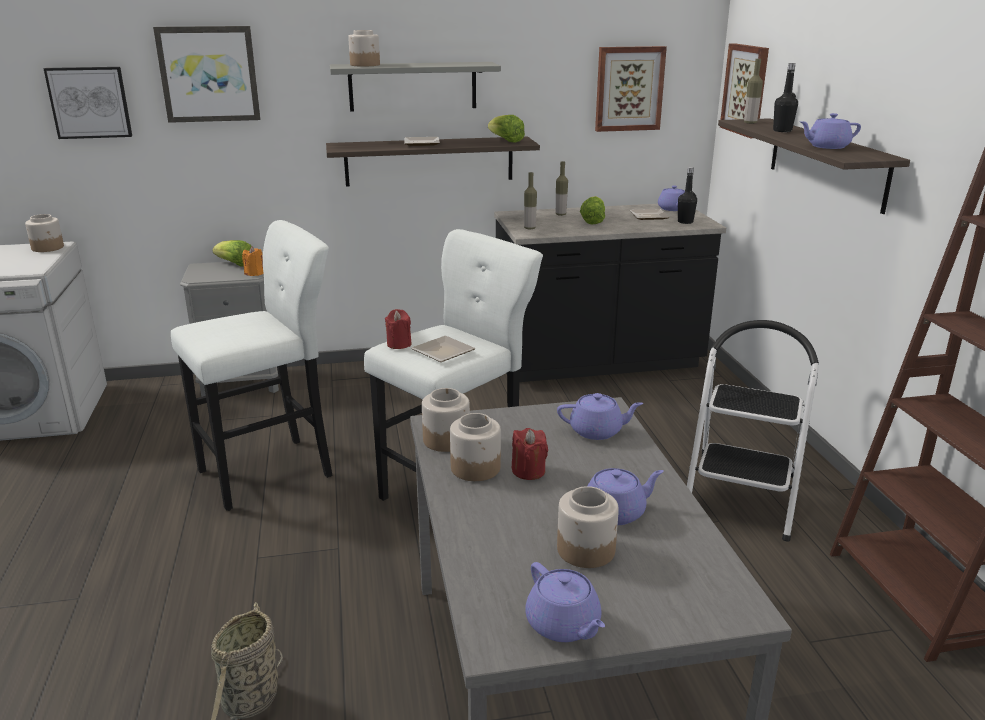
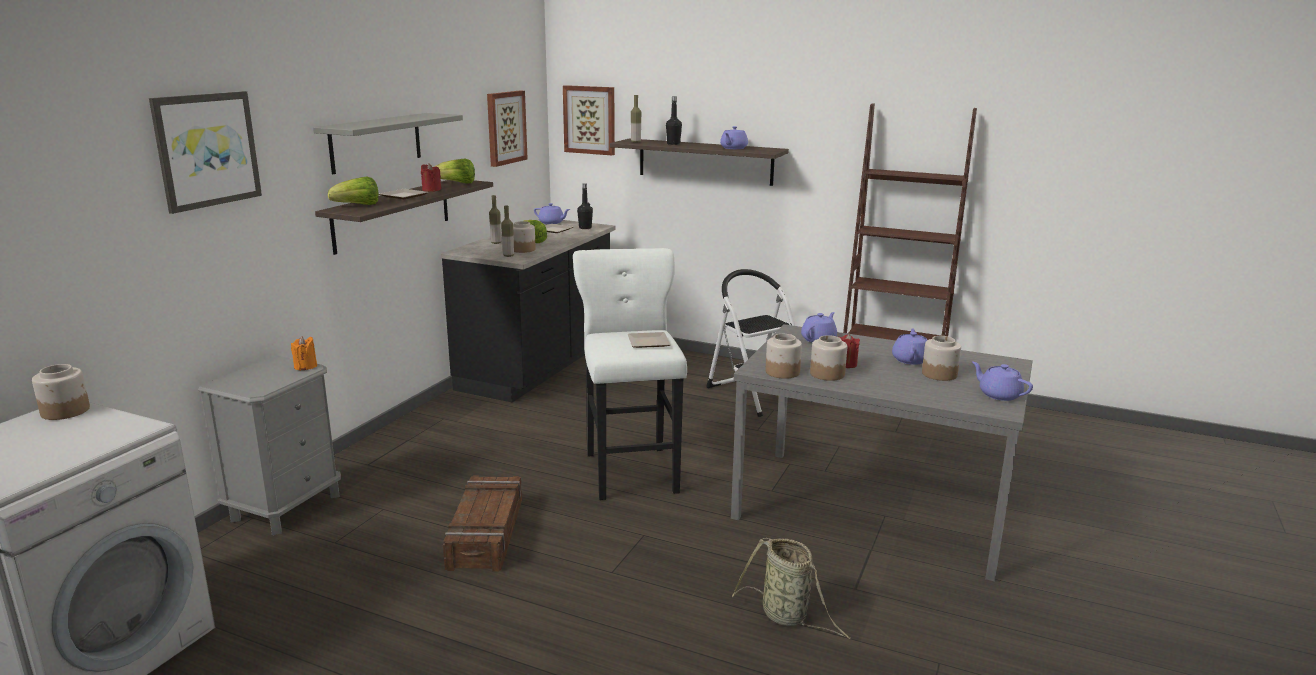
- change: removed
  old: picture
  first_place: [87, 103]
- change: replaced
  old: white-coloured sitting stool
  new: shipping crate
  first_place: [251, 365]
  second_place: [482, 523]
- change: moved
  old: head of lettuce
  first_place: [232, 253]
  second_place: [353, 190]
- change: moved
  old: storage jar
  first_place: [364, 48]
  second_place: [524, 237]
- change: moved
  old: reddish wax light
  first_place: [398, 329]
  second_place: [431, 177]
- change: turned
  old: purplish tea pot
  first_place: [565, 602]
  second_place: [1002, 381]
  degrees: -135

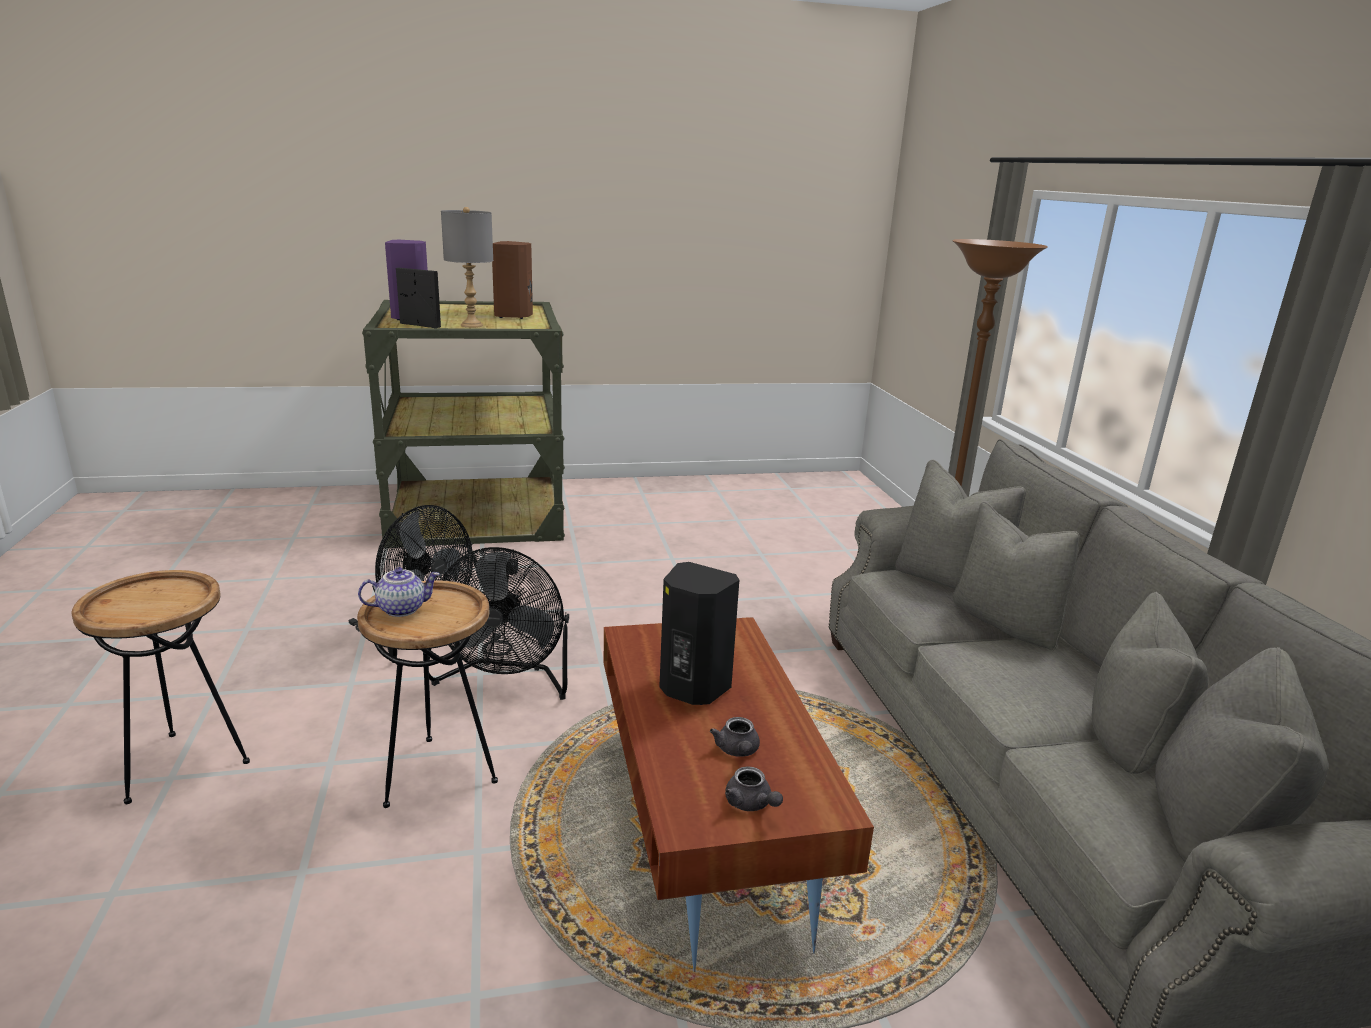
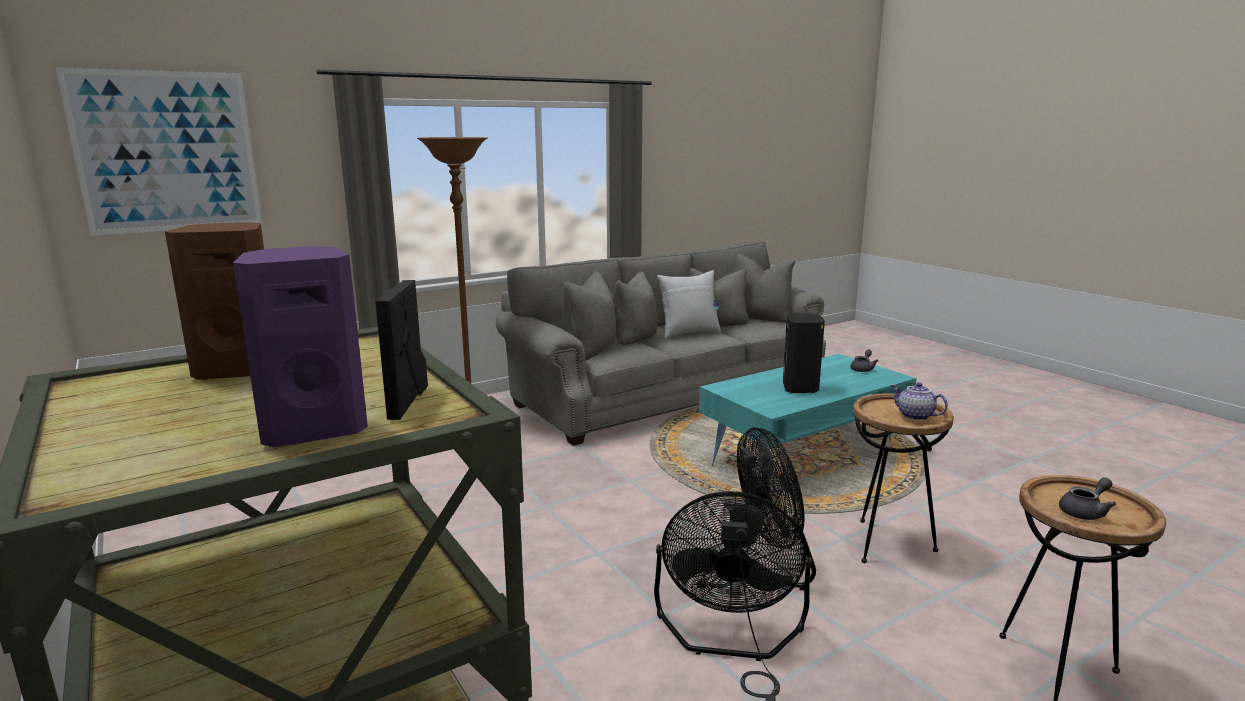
- change: removed
  old: gray lamp for a table
  first_place: [467, 267]
- change: recoloured
  old: brown lounge table
  new: blue-green lounge table
  first_place: [739, 794]
  second_place: [808, 414]
- change: moved
  old: gray tea pot
  first_place: [735, 737]
  second_place: [1087, 499]
- change: added
  new: picture
  second_place: [159, 152]
- change: added
  new: gray pillow
  second_place: [689, 304]

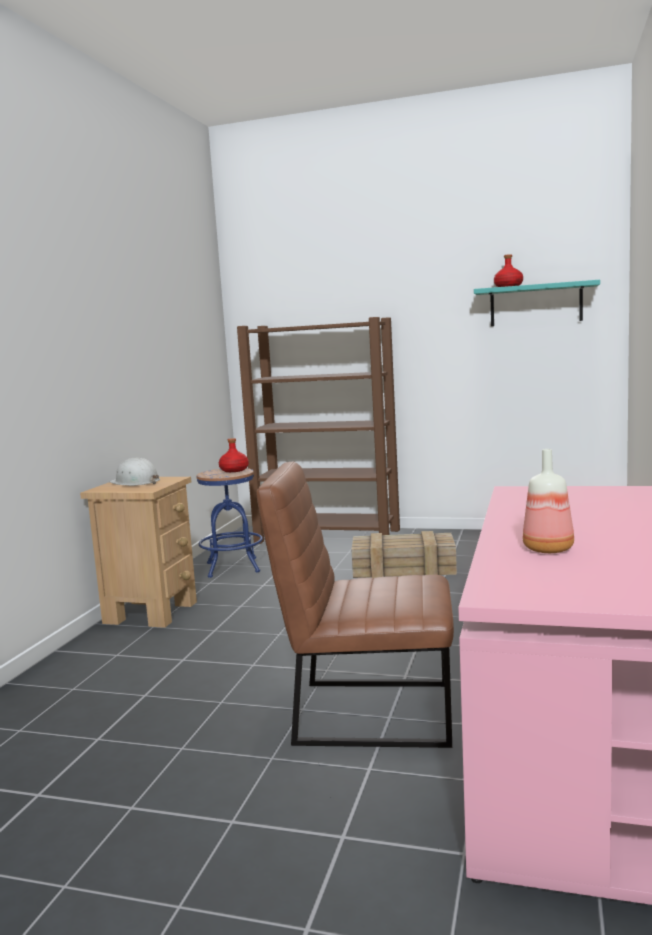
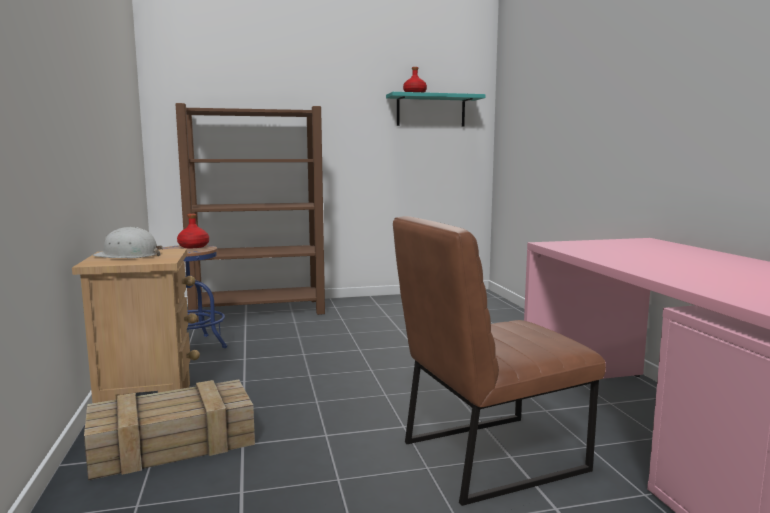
- change: moved
  old: shipping crate
  first_place: [404, 554]
  second_place: [169, 430]
- change: removed
  old: beverage bottle
  first_place: [548, 501]

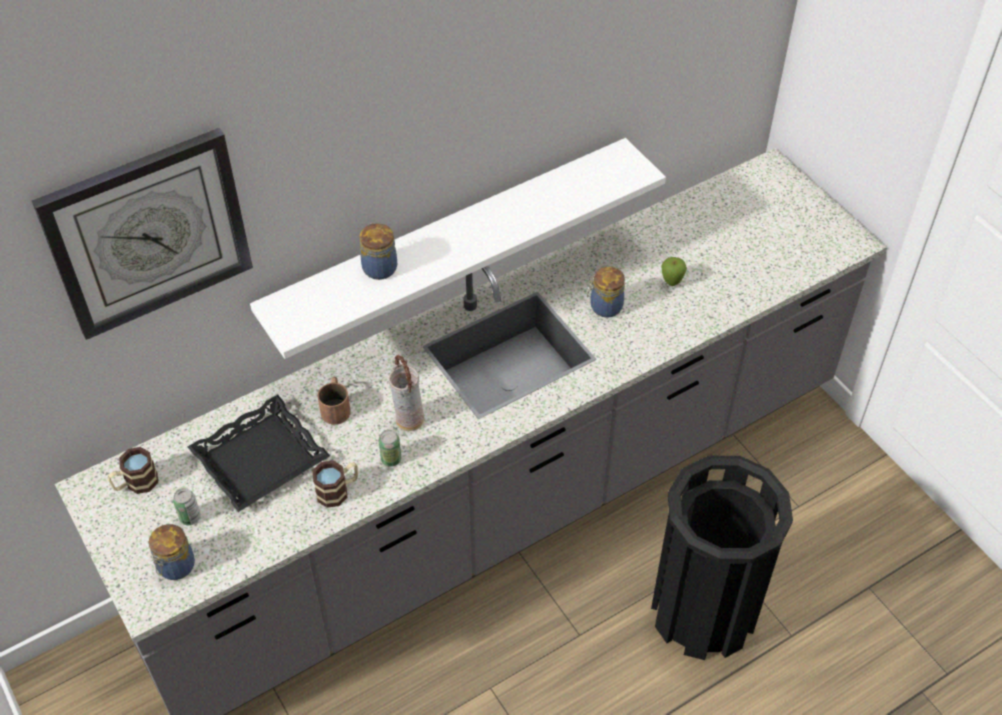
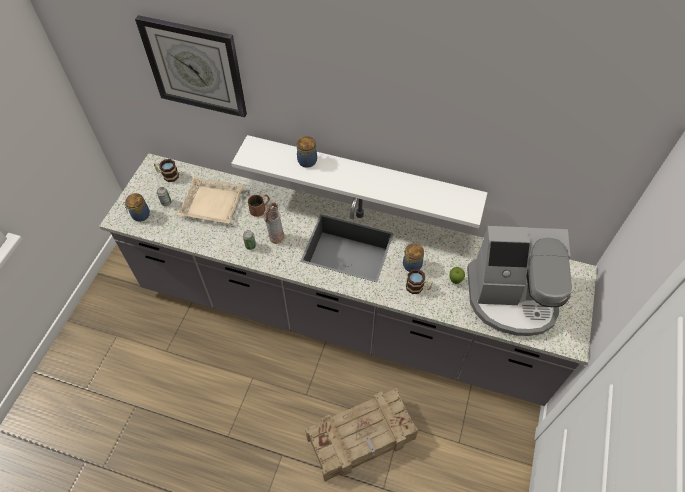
- change: recoloured
  old: black-coloured carrying tray
  new: beige carrying tray
  first_place: [259, 453]
  second_place: [210, 200]
- change: moved
  old: mug
  first_place: [335, 484]
  second_place: [419, 281]
- change: replaced
  old: black-coloured rubbish bin
  new: shipping crate
  first_place: [722, 558]
  second_place: [361, 435]
- change: added
  new: coffee machine
  second_place: [519, 281]

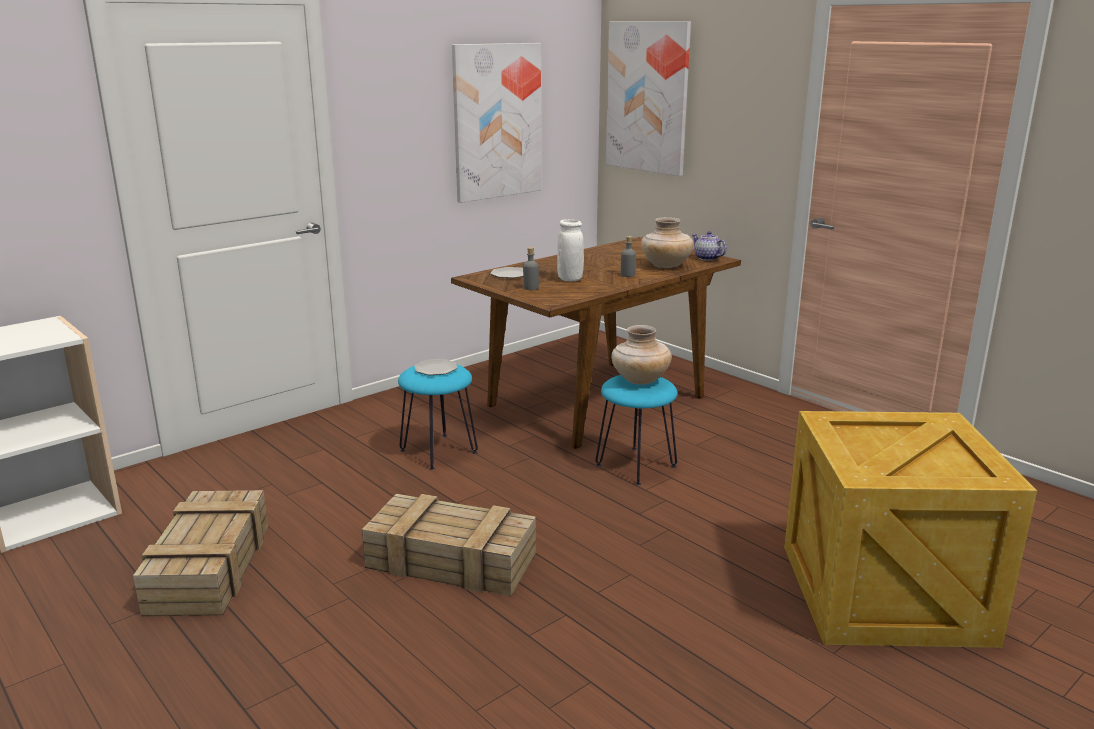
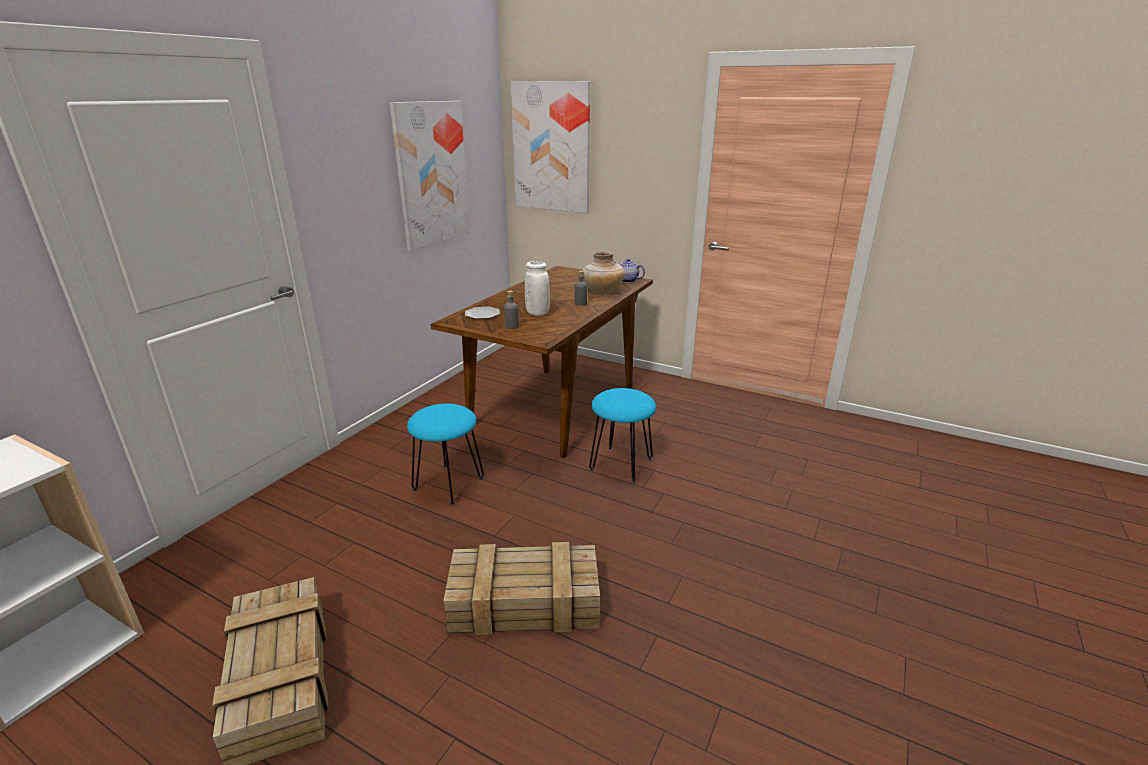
- change: removed
  old: flat dish
  first_place: [436, 367]
- change: removed
  old: beige flower vase
  first_place: [641, 355]
- change: removed
  old: shipping crate
  first_place: [910, 529]

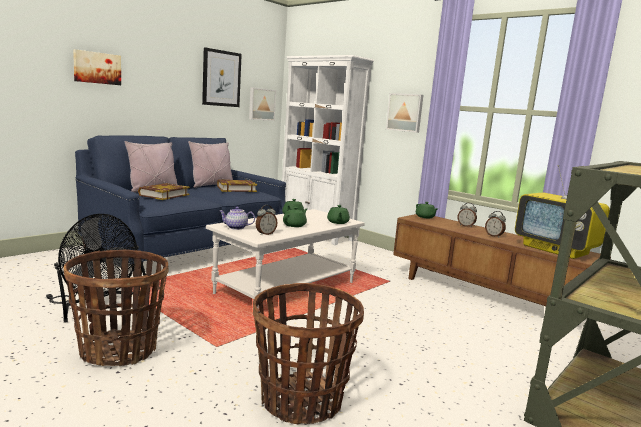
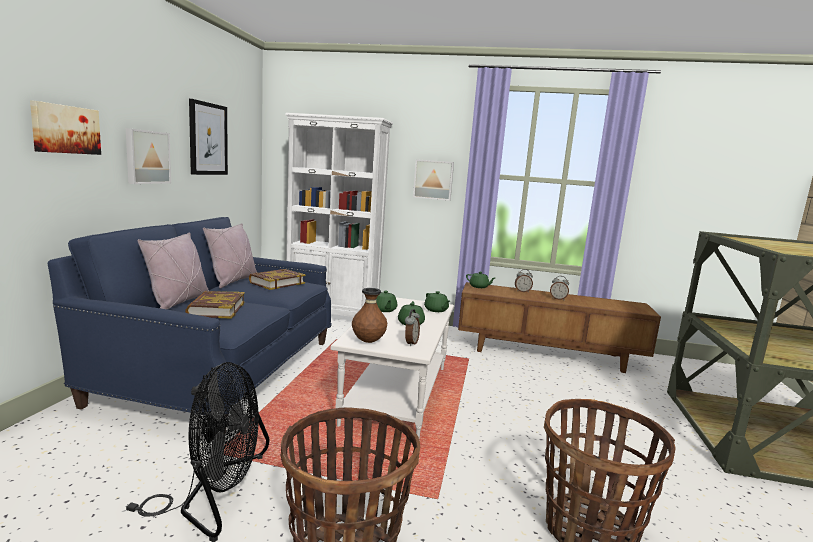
- change: replaced
  old: tea pot
  new: brown flower vase
  first_place: [237, 218]
  second_place: [369, 315]
- change: moved
  old: picture
  first_place: [262, 104]
  second_place: [148, 156]
- change: removed
  old: TV
  first_place: [562, 212]

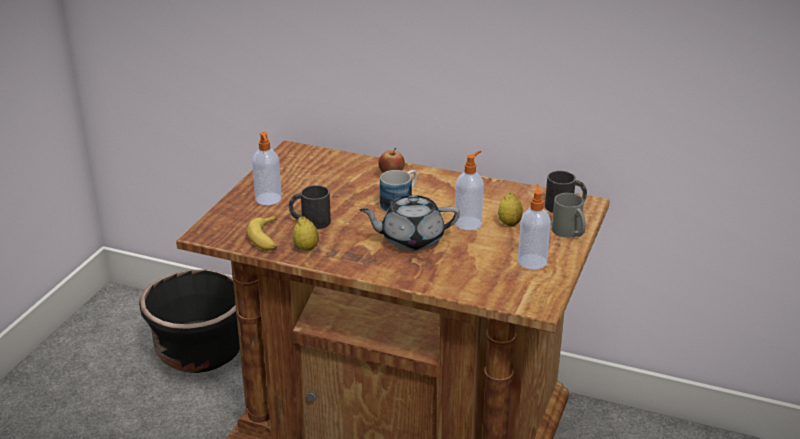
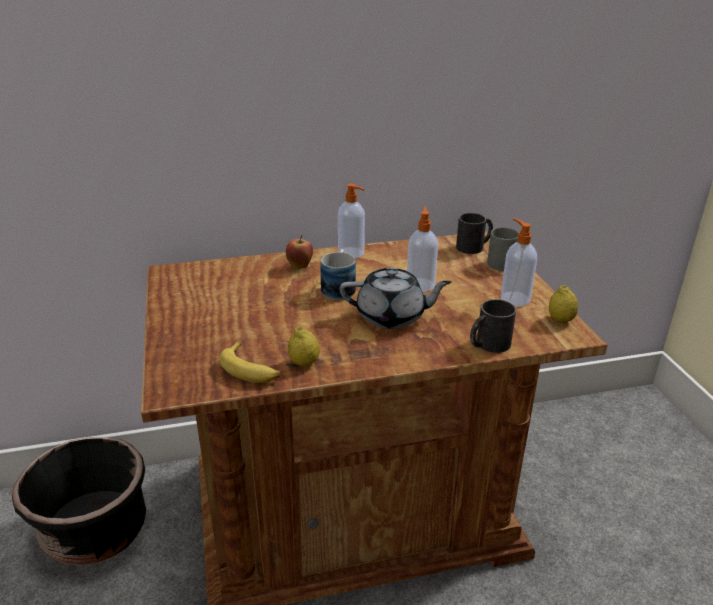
- change: moved
  old: soap dispenser
  first_place: [267, 168]
  second_place: [351, 220]
- change: moved
  old: black-coloured mug
  first_place: [310, 207]
  second_place: [493, 326]
- change: turned
  old: gray tea pot
  first_place: [410, 223]
  second_place: [396, 298]
  degrees: -135
- change: moved
  old: lemon
  first_place: [510, 209]
  second_place: [563, 304]

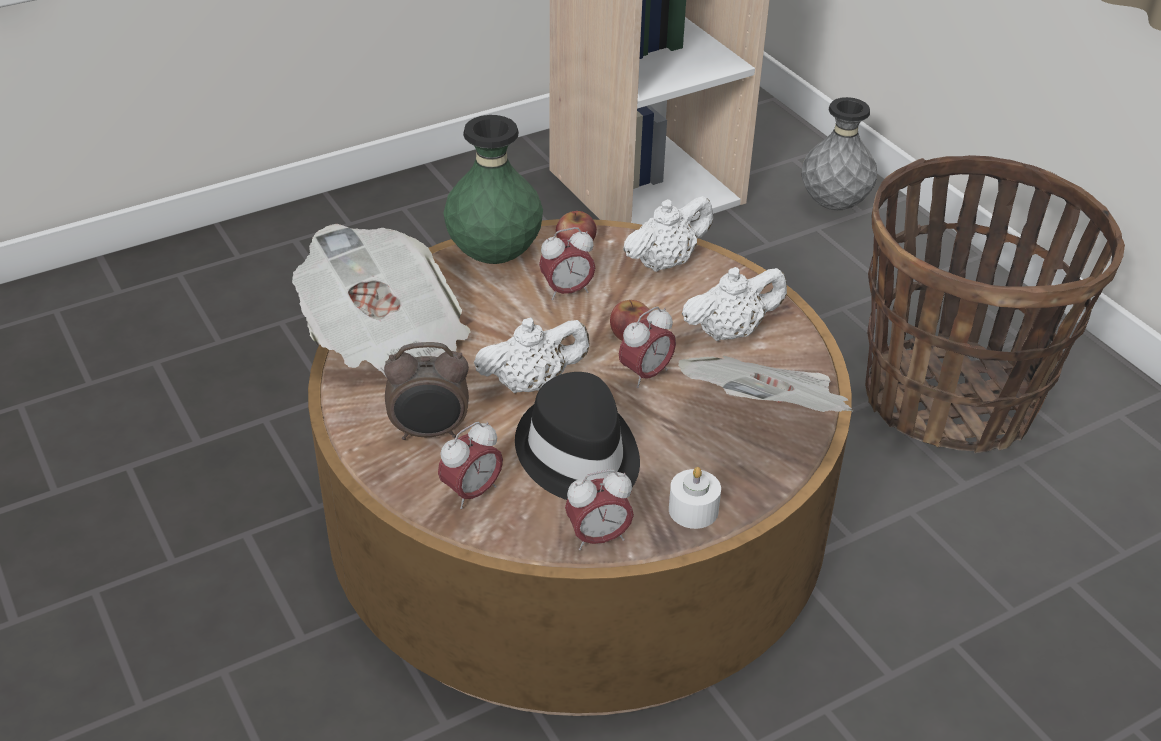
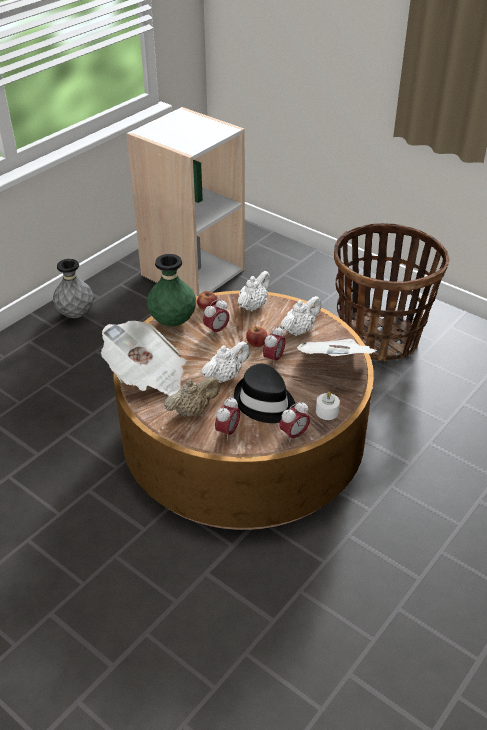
- change: replaced
  old: alarm clock
  new: beige tea pot
  first_place: [426, 391]
  second_place: [192, 397]
- change: moved
  old: gray flower vase
  first_place: [839, 153]
  second_place: [73, 288]

